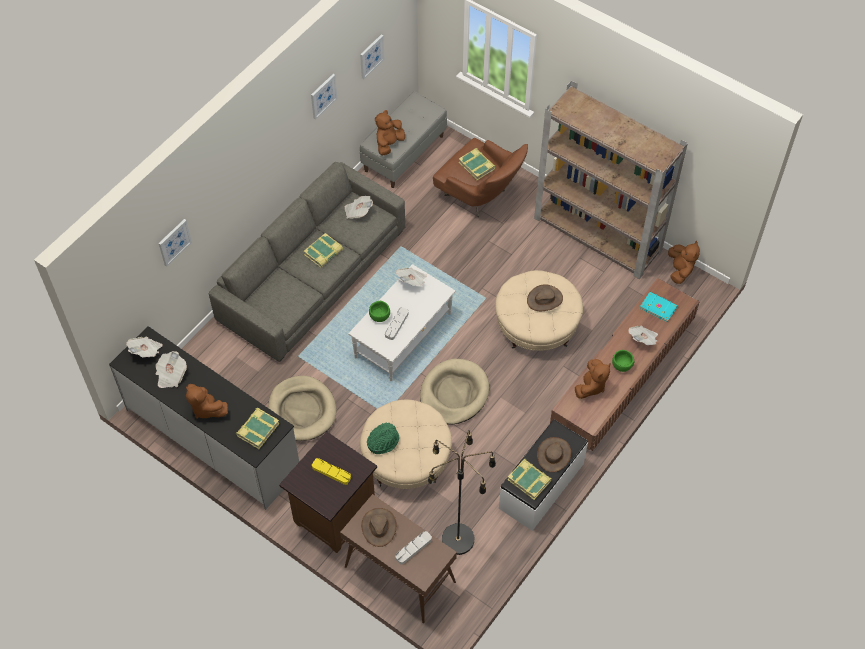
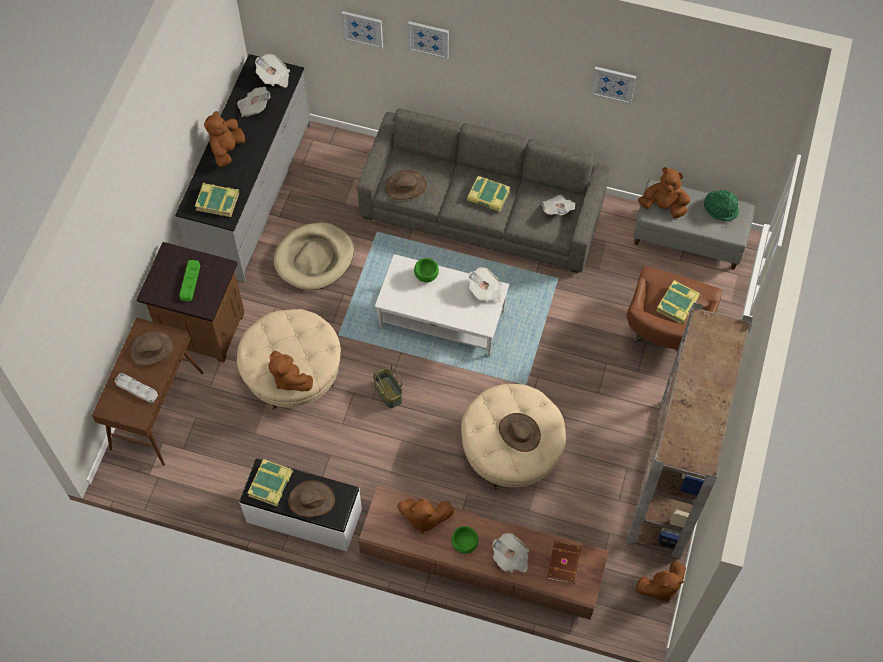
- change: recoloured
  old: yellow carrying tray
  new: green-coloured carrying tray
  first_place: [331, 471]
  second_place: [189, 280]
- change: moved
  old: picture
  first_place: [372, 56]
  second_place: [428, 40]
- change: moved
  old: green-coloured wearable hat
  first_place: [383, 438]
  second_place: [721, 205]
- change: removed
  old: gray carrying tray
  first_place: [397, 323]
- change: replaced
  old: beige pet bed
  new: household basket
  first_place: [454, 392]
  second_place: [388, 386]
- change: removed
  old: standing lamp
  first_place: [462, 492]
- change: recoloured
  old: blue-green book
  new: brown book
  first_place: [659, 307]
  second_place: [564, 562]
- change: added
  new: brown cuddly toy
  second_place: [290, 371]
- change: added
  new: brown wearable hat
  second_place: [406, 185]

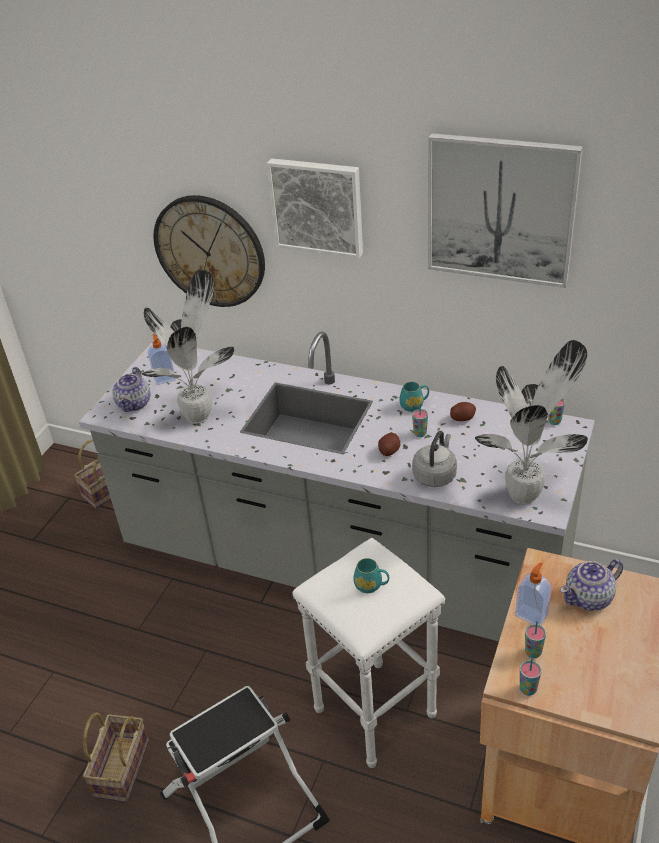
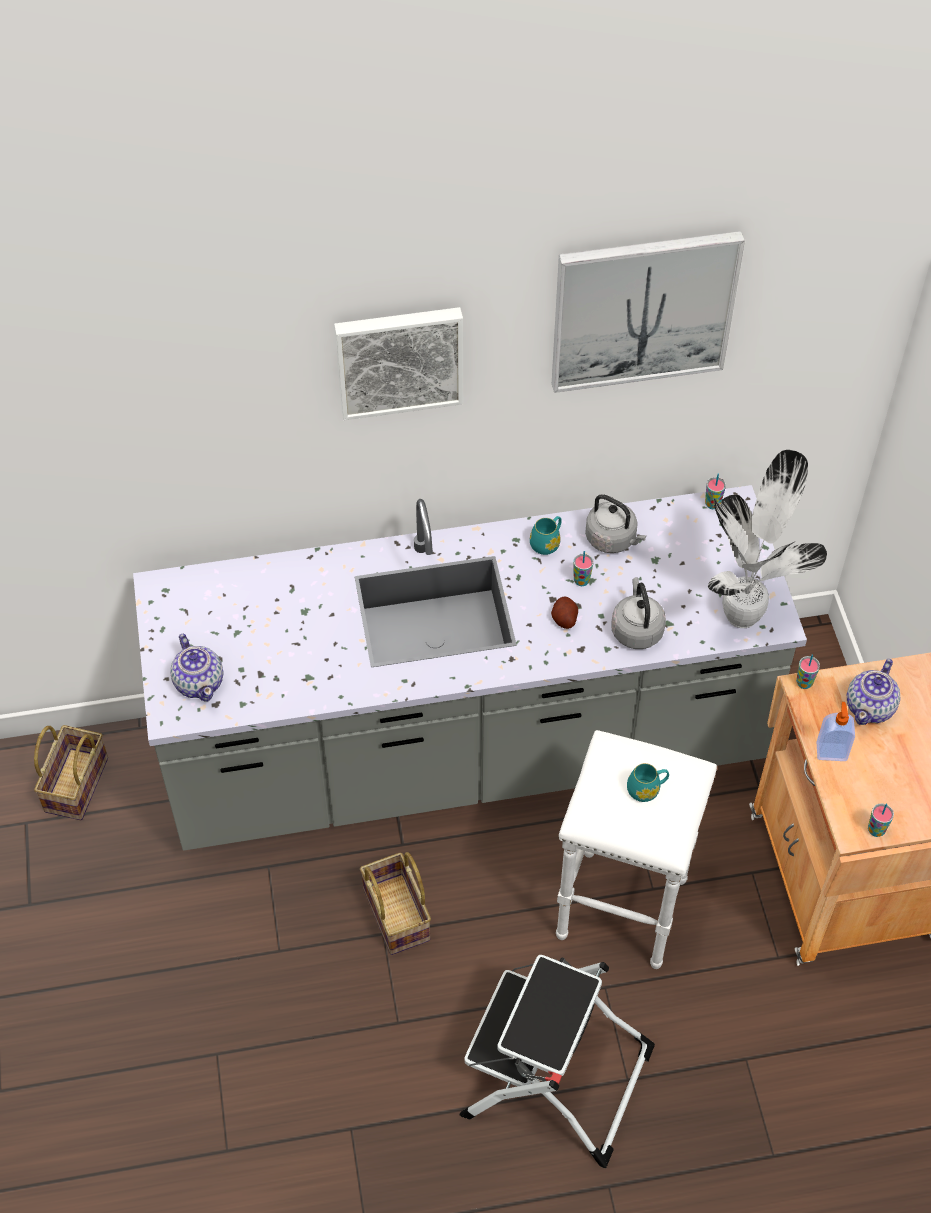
- change: moved
  old: household basket
  first_place: [116, 757]
  second_place: [395, 903]
- change: removed
  old: potted plant
  first_place: [188, 347]
- change: removed
  old: soap dispenser
  first_place: [162, 359]
- change: removed
  old: wall clock
  first_place: [209, 251]
- change: replaced
  old: potato
  new: gray kettle
  first_place: [463, 411]
  second_place: [615, 523]
- change: moved
  old: drinking cup
  first_place: [535, 640]
  second_place: [808, 671]

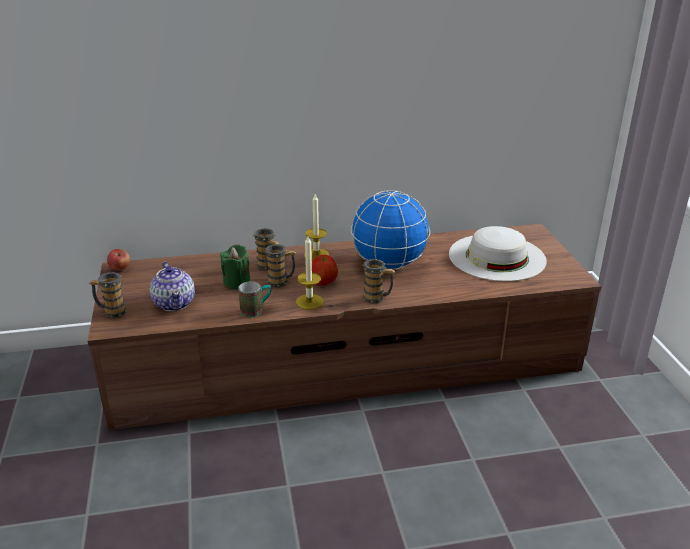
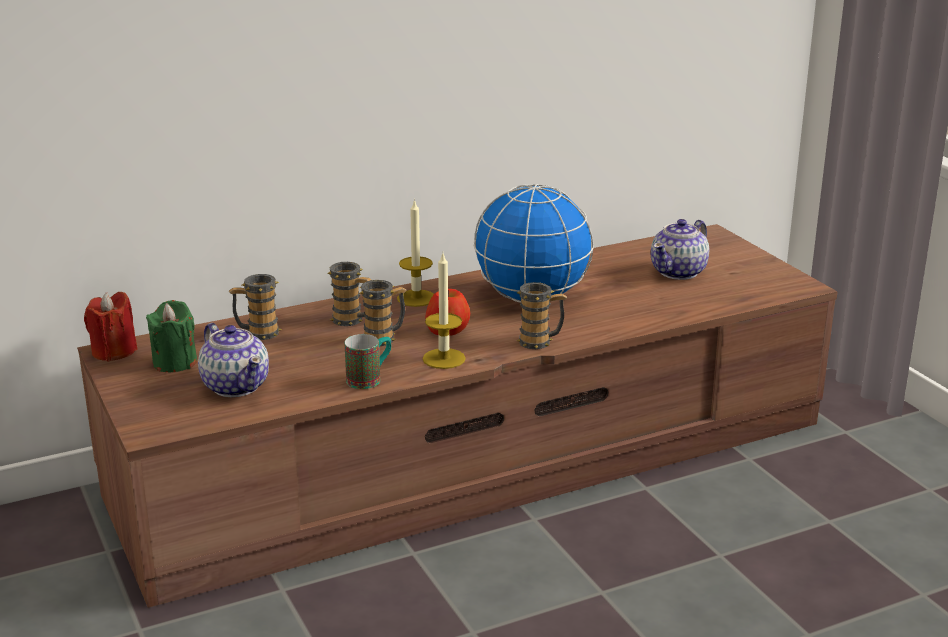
- change: moved
  old: mug
  first_place: [108, 295]
  second_place: [255, 307]
- change: replaced
  old: apple
  new: reddish wax light
  first_place: [118, 260]
  second_place: [111, 327]
- change: moved
  old: green-coloured wax light
  first_place: [235, 267]
  second_place: [171, 336]
- change: replaced
  old: white-coloured wearable hat
  new: tea pot
  first_place: [498, 253]
  second_place: [680, 249]

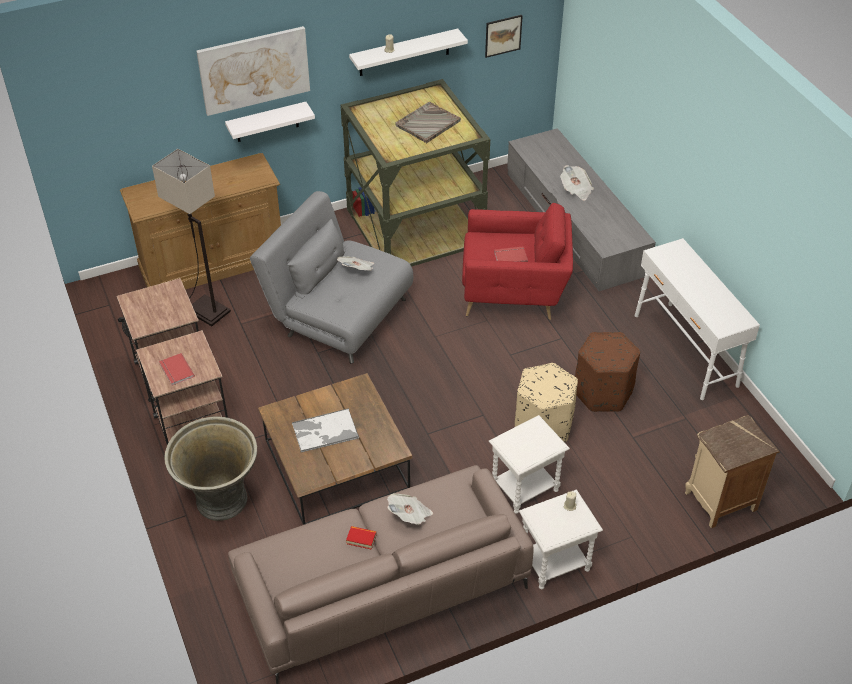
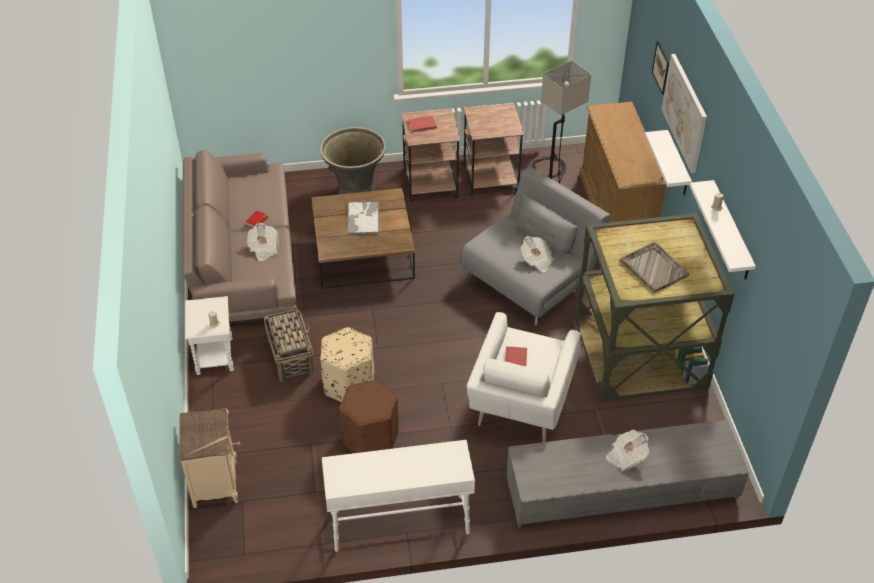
- change: recoloured
  old: reddish lounge chair
  new: white-coloured lounge chair
  first_place: [517, 261]
  second_place: [524, 377]
- change: moved
  old: picture
  first_place: [504, 36]
  second_place: [660, 68]
- change: replaced
  old: white-coloured side table
  new: household basket
  first_place: [529, 464]
  second_place: [289, 343]

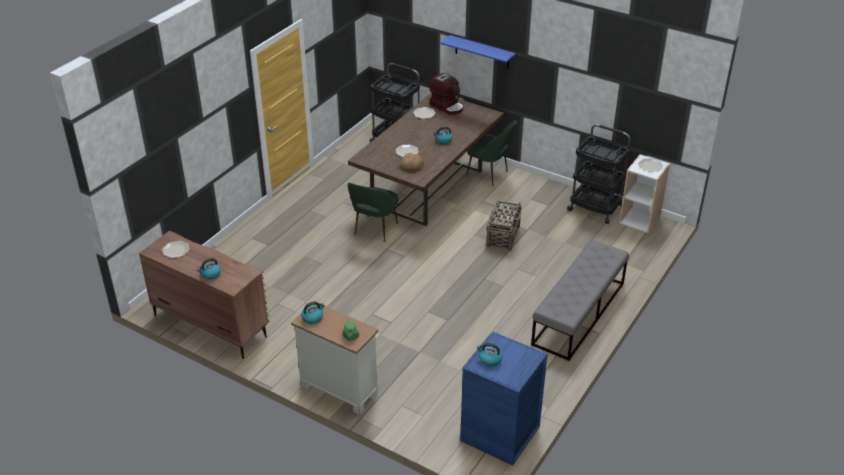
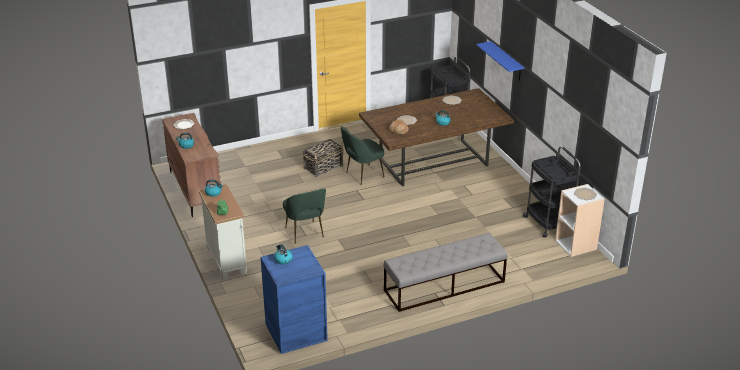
- change: removed
  old: coffee machine
  first_place: [446, 94]
- change: moved
  old: green-coloured chair
  first_place: [491, 153]
  second_place: [304, 216]
- change: moved
  old: household basket
  first_place: [504, 226]
  second_place: [323, 158]

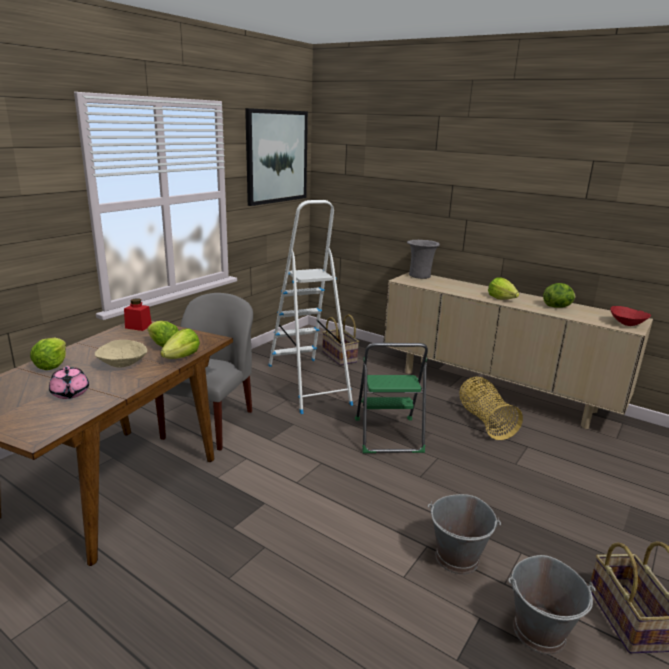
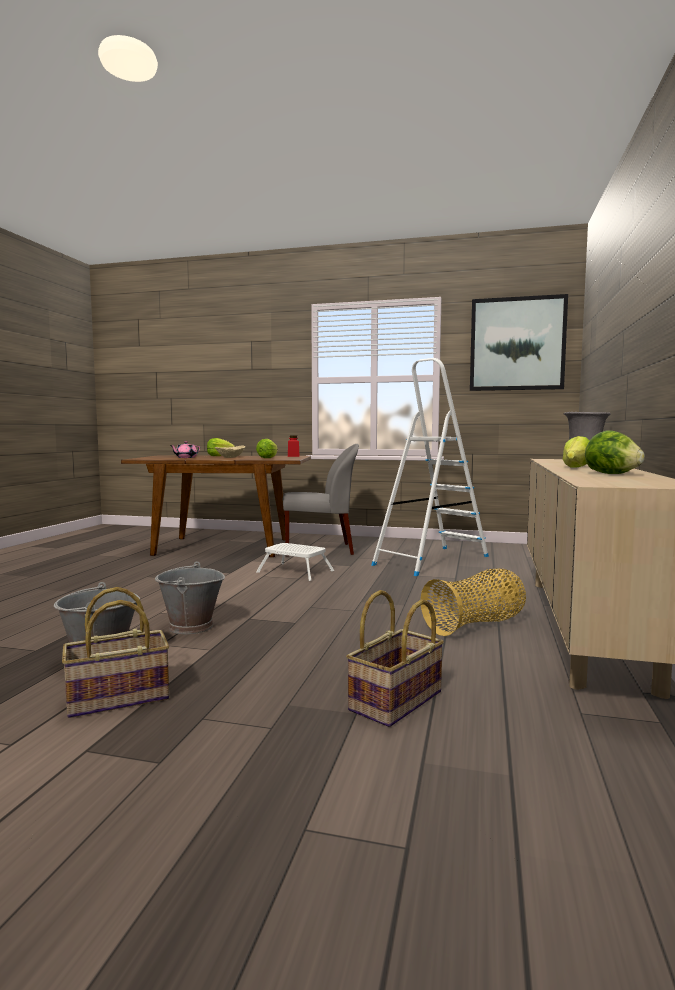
- change: removed
  old: head of lettuce
  first_place: [180, 343]
- change: moved
  old: household basket
  first_place: [340, 340]
  second_place: [395, 658]
- change: removed
  old: green-coloured stepladder
  first_place: [391, 398]
- change: removed
  old: reddish bowl
  first_place: [630, 316]
- change: added
  new: white-coloured stepladder
  second_place: [295, 562]

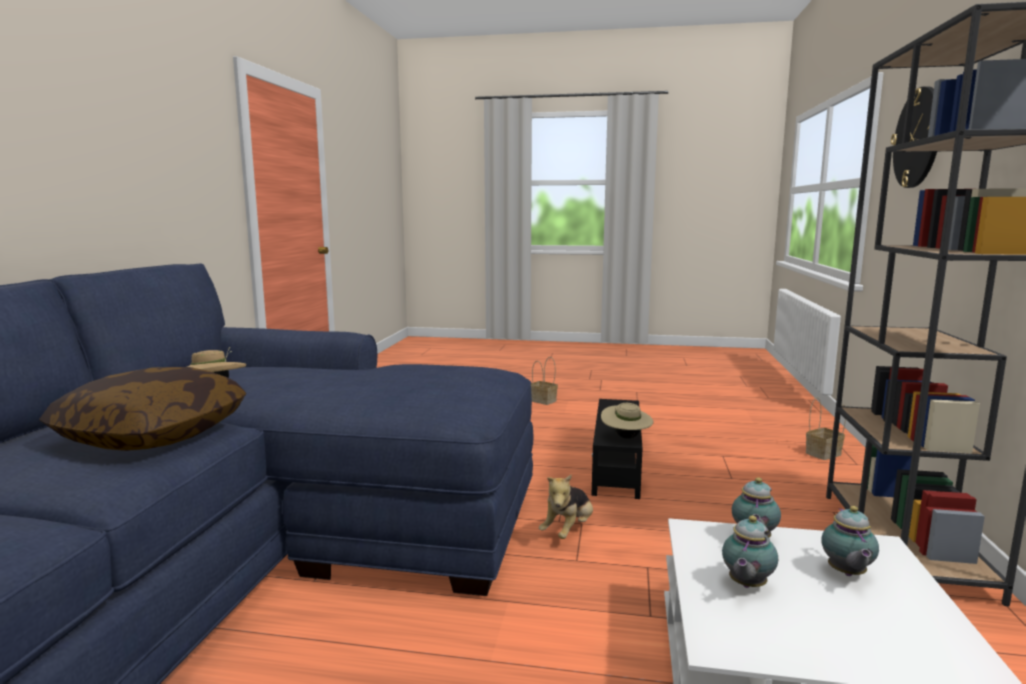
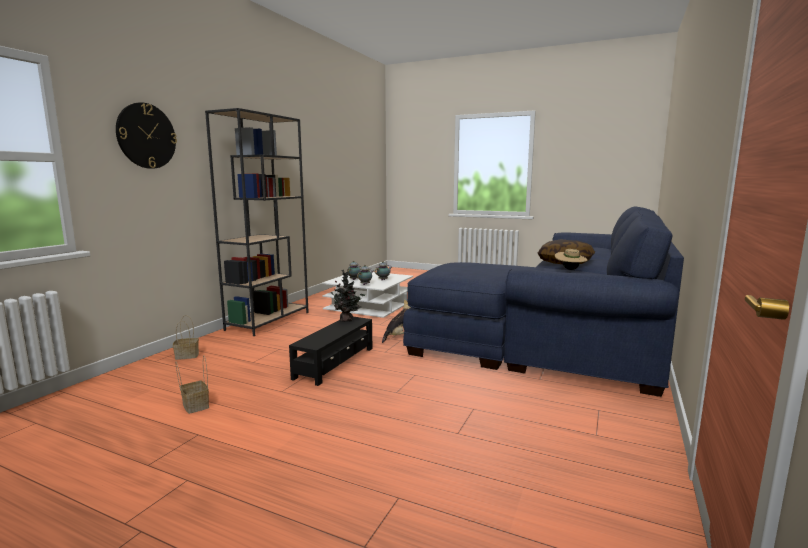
- change: moved
  old: household basket
  first_place: [544, 381]
  second_place: [192, 385]
- change: replaced
  old: beige wearable hat
  new: potted plant
  first_place: [627, 421]
  second_place: [346, 296]

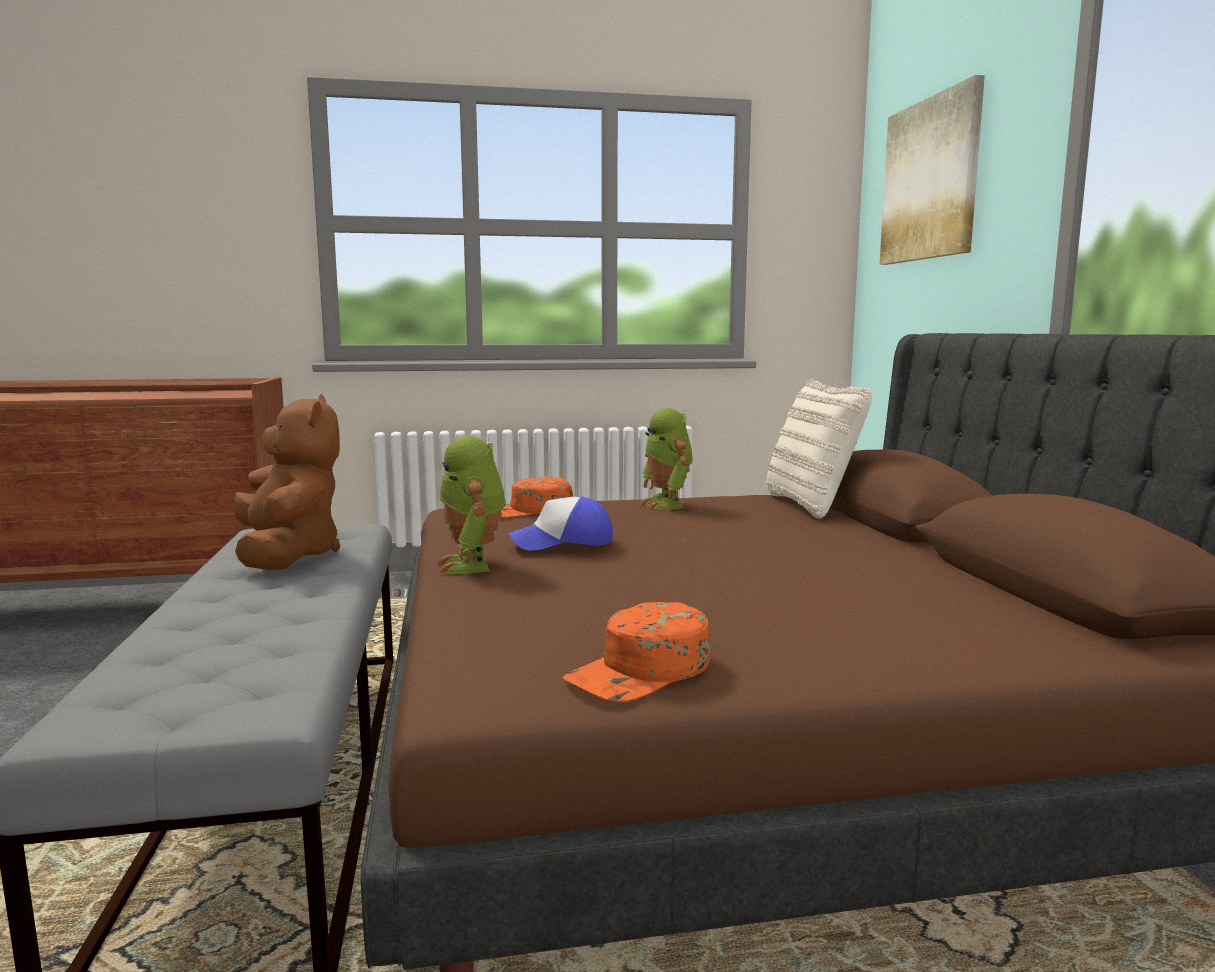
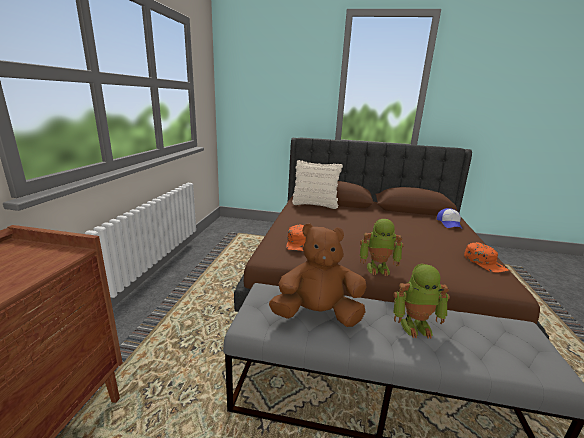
- change: moved
  old: cap
  first_place: [560, 523]
  second_place: [449, 218]
- change: moved
  old: robot figure
  first_place: [665, 459]
  second_place: [421, 301]
- change: removed
  old: picture
  first_place: [932, 170]

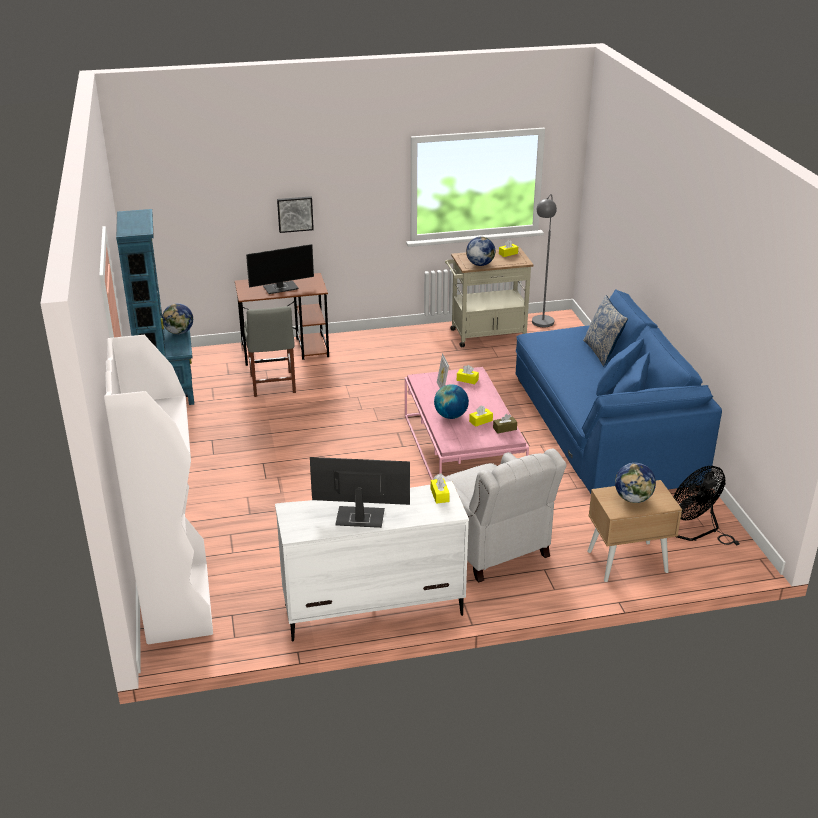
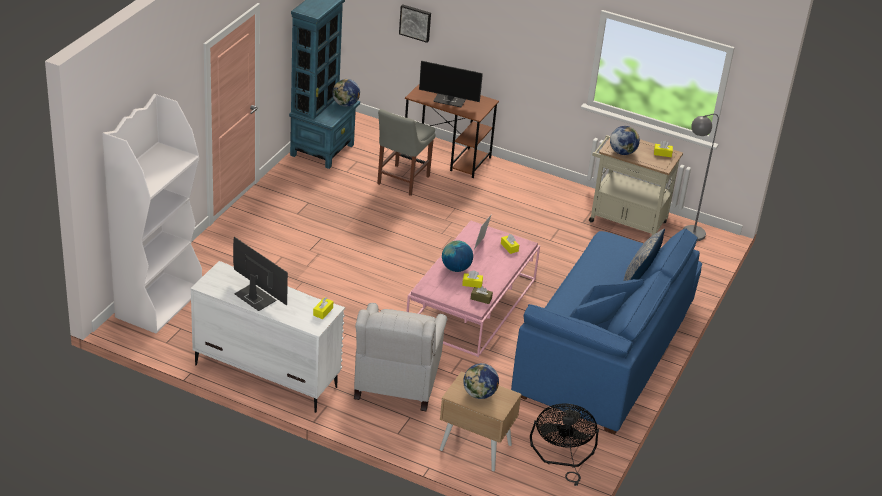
- change: moved
  old: picture
  first_place: [295, 214]
  second_place: [415, 23]

